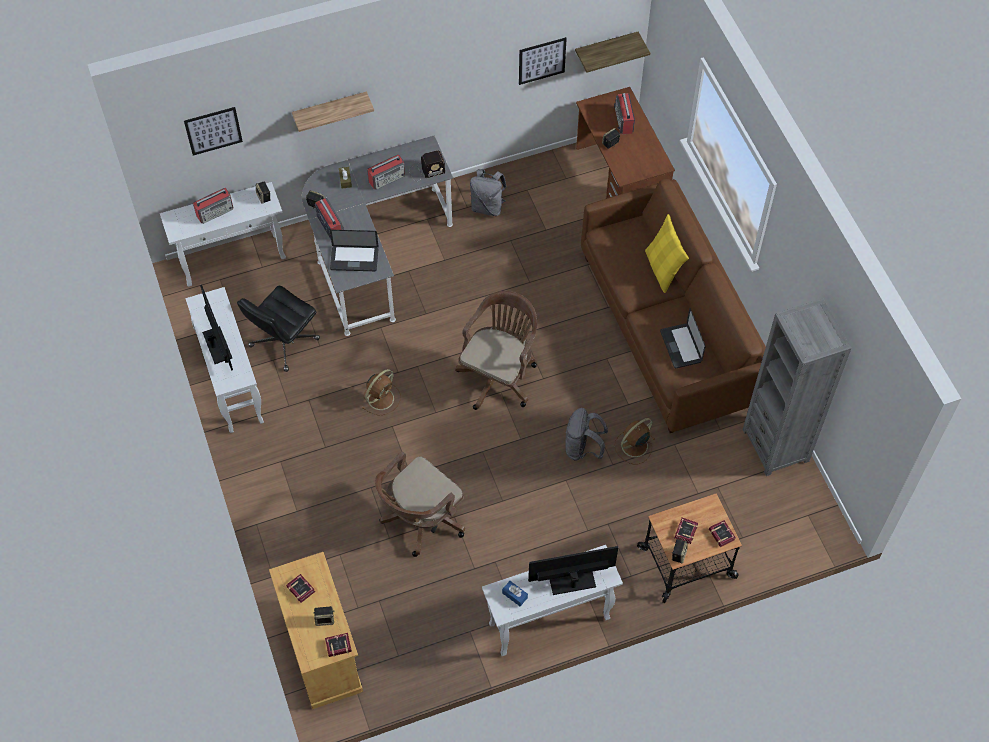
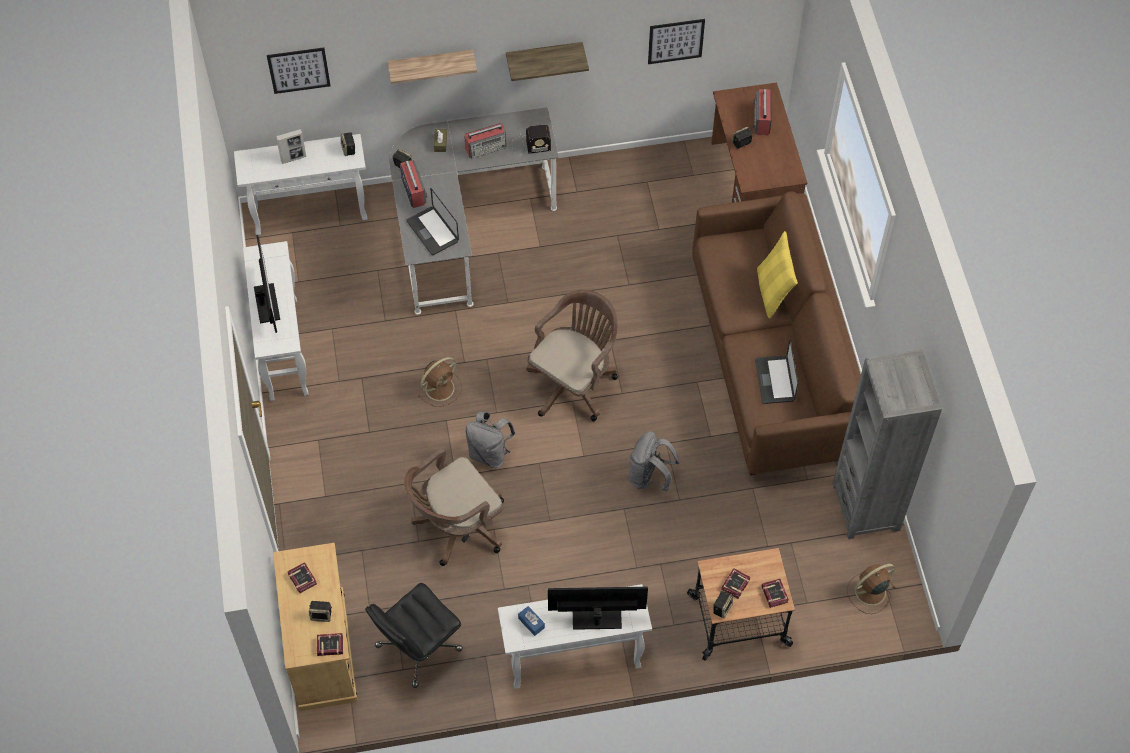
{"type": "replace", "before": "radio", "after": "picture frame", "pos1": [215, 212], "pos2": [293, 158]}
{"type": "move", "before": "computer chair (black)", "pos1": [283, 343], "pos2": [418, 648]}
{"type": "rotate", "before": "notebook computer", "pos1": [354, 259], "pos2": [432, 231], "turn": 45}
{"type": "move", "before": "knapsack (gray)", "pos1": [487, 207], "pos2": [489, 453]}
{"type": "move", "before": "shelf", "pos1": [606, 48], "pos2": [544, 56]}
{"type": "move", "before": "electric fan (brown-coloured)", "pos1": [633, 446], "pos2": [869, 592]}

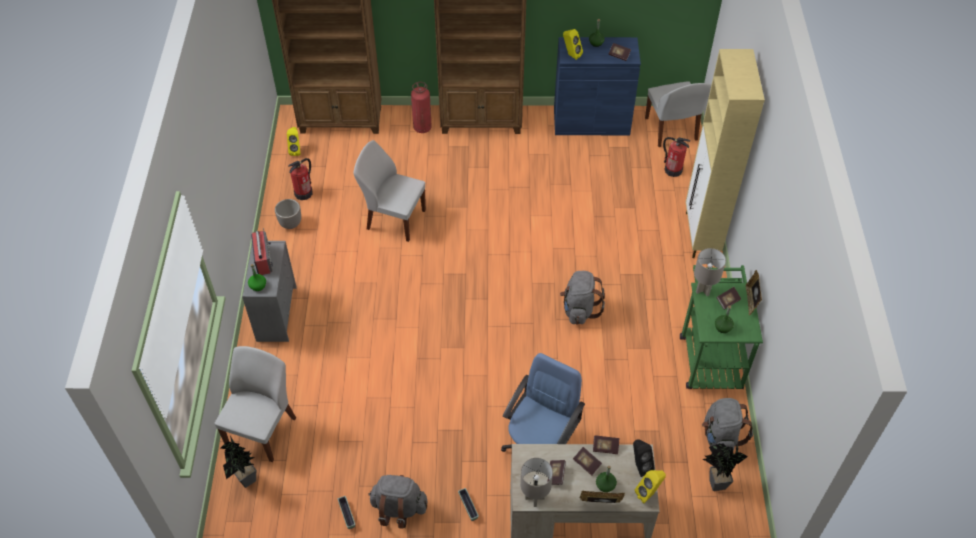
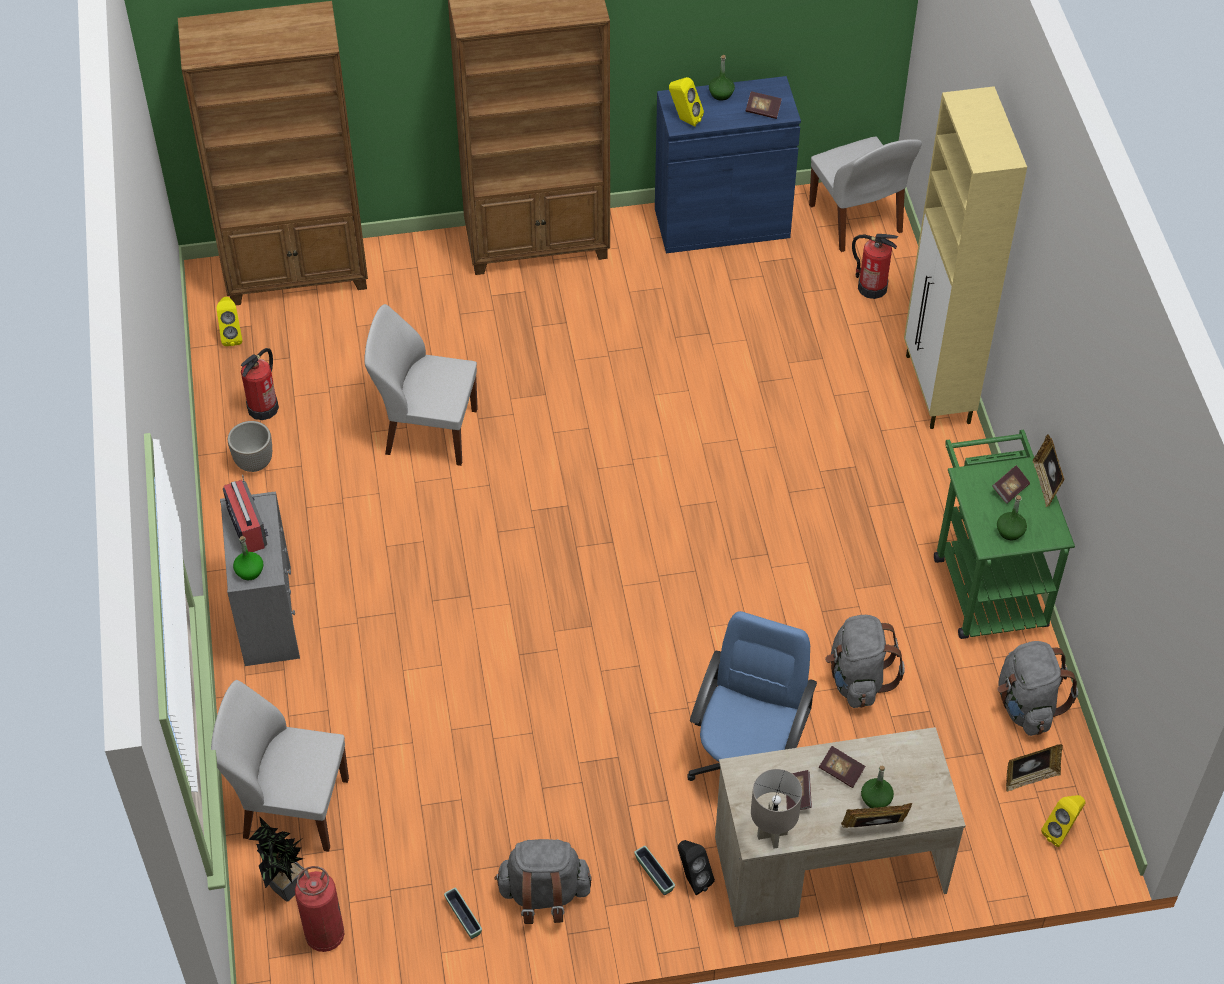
{"type": "rotate", "before": "chair (white-coloured)", "pos1": [262, 430], "pos2": [292, 807], "turn": -90}
{"type": "move", "before": "fire extinguisher", "pos1": [422, 128], "pos2": [325, 935]}
{"type": "move", "before": "loudspeaker (black)", "pos1": [639, 466], "pos2": [692, 879]}
{"type": "move", "before": "knapsack (gray)", "pos1": [579, 309], "pos2": [858, 679]}
{"type": "replace", "before": "potted plant", "after": "picture frame", "pos1": [714, 483], "pos2": [1030, 778]}
{"type": "move", "before": "loudspeaker (yellow)", "pos1": [649, 493], "pos2": [1061, 832]}
{"type": "delete", "before": "volume", "pos1": [605, 447]}
{"type": "delete", "before": "lamp for a table (gray)", "pos1": [703, 289]}

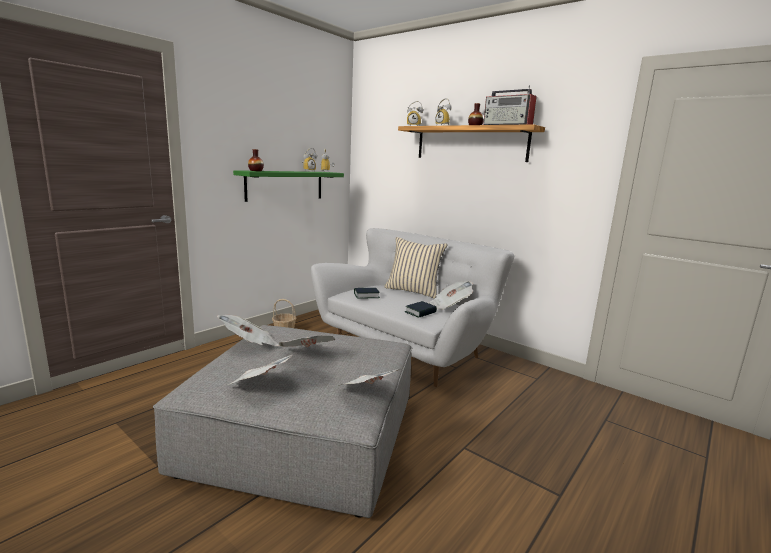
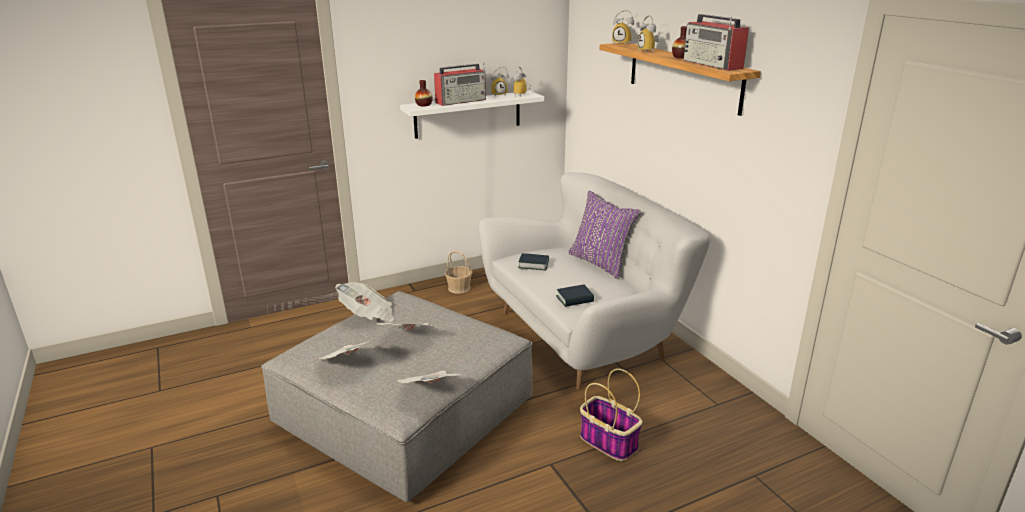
{"type": "recolor", "before": "shelf (greenish)", "after": "shelf (white-coloured)", "pos1": [285, 185], "pos2": [468, 114]}
{"type": "insert", "after": "radio", "pos2": [461, 101]}
{"type": "recolor", "before": "throw pillow (beige)", "after": "throw pillow (purplish)", "pos1": [413, 291], "pos2": [601, 263]}
{"type": "insert", "after": "basket", "pos2": [607, 442]}
{"type": "delete", "before": "newspaper", "pos1": [448, 306]}

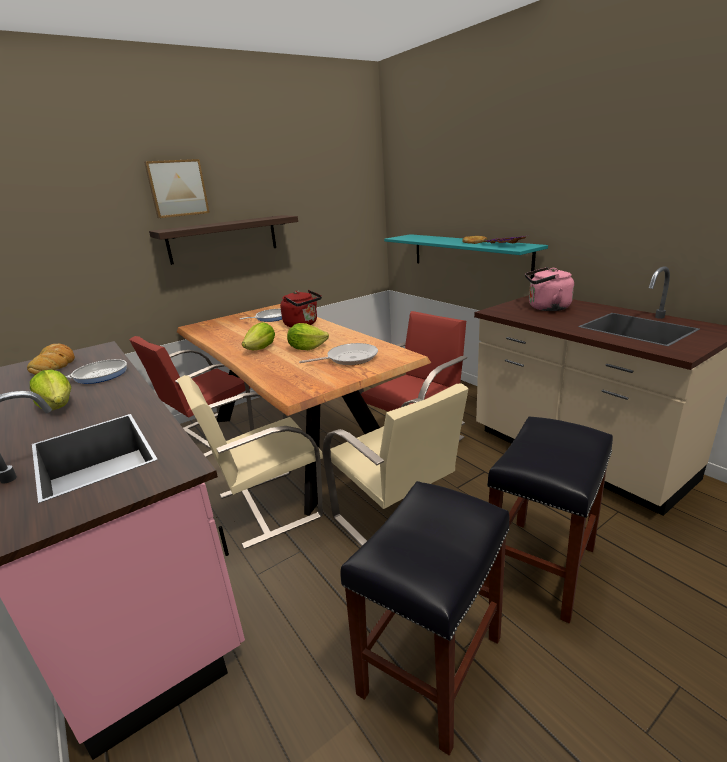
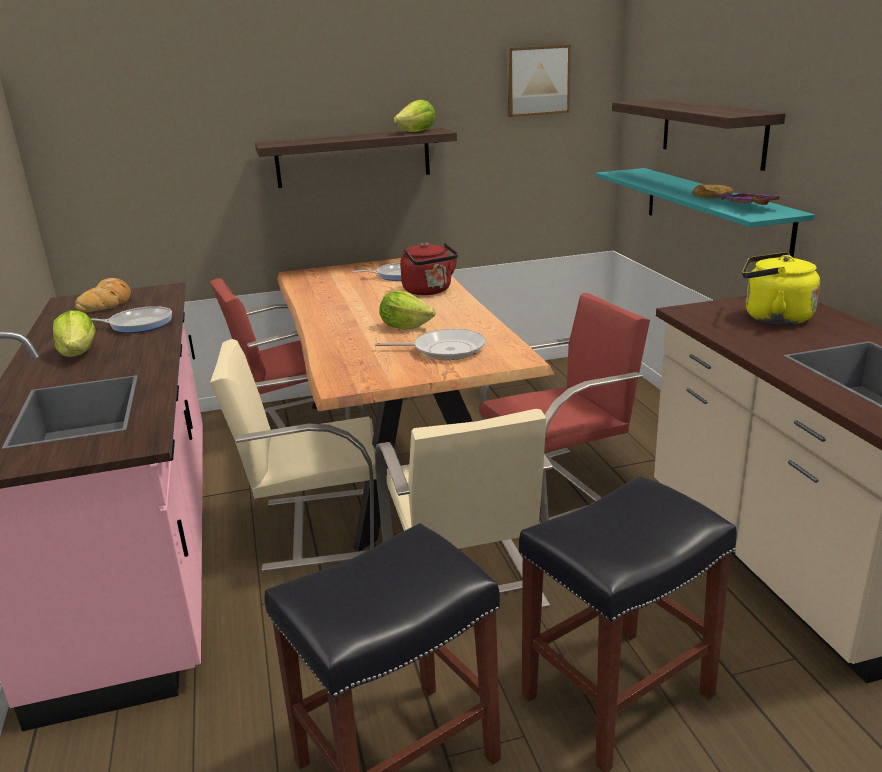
{"type": "move", "before": "lettuce", "pos1": [261, 349], "pos2": [417, 132]}
{"type": "move", "before": "wall picture", "pos1": [177, 188], "pos2": [537, 80]}
{"type": "insert", "after": "shelf", "pos2": [712, 132]}
{"type": "recolor", "before": "tea kettle (pink-coloured)", "after": "tea kettle (yellow)", "pos1": [546, 308], "pos2": [772, 318]}

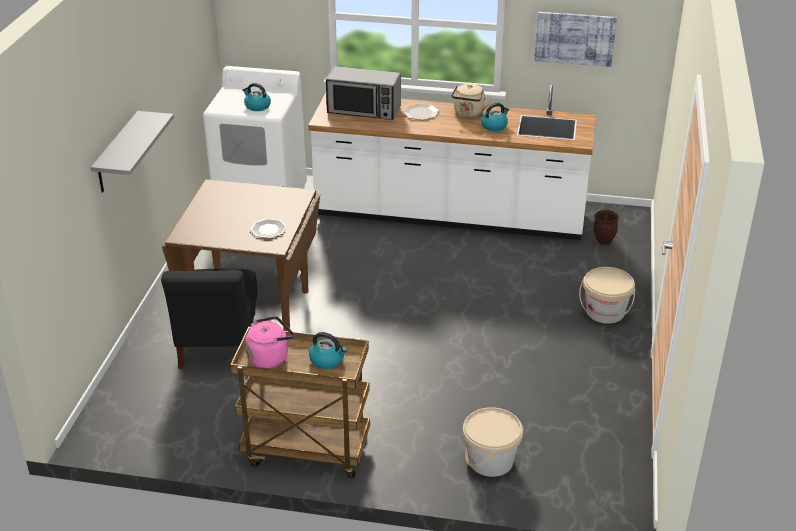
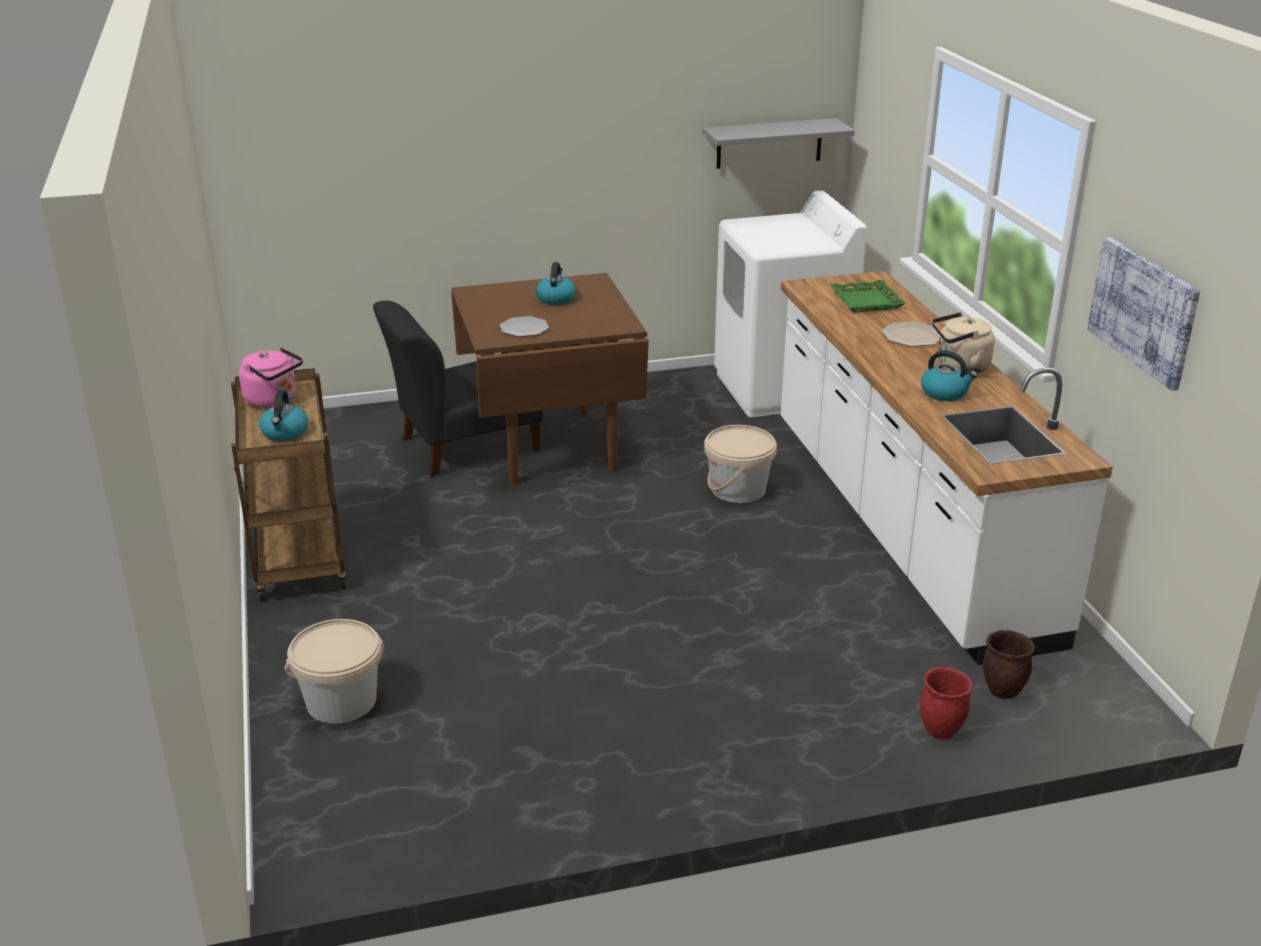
{"type": "move", "before": "tea kettle", "pos1": [257, 106], "pos2": [556, 298]}
{"type": "move", "before": "shelf (gray)", "pos1": [117, 153], "pos2": [769, 143]}
{"type": "move", "before": "pail (beige)", "pos1": [605, 312], "pos2": [738, 489]}
{"type": "replace", "before": "kitchen microwave", "after": "serving tray (greenish)", "pos1": [364, 110], "pos2": [866, 301]}
{"type": "insert", "after": "flower pot (reddish)", "pos2": [941, 730]}

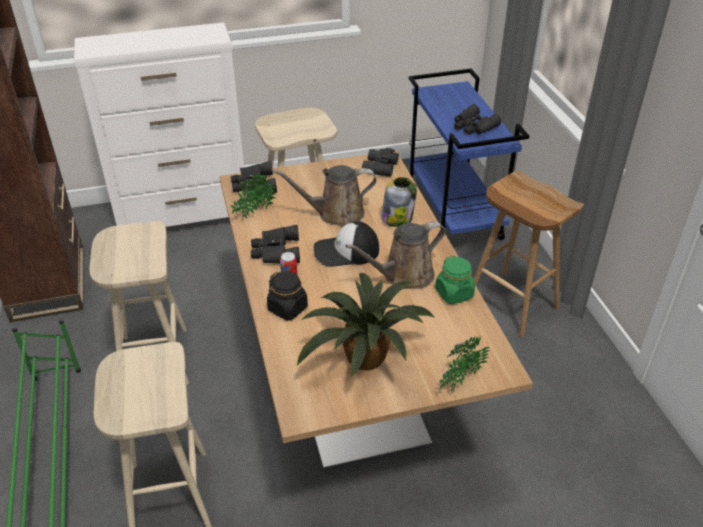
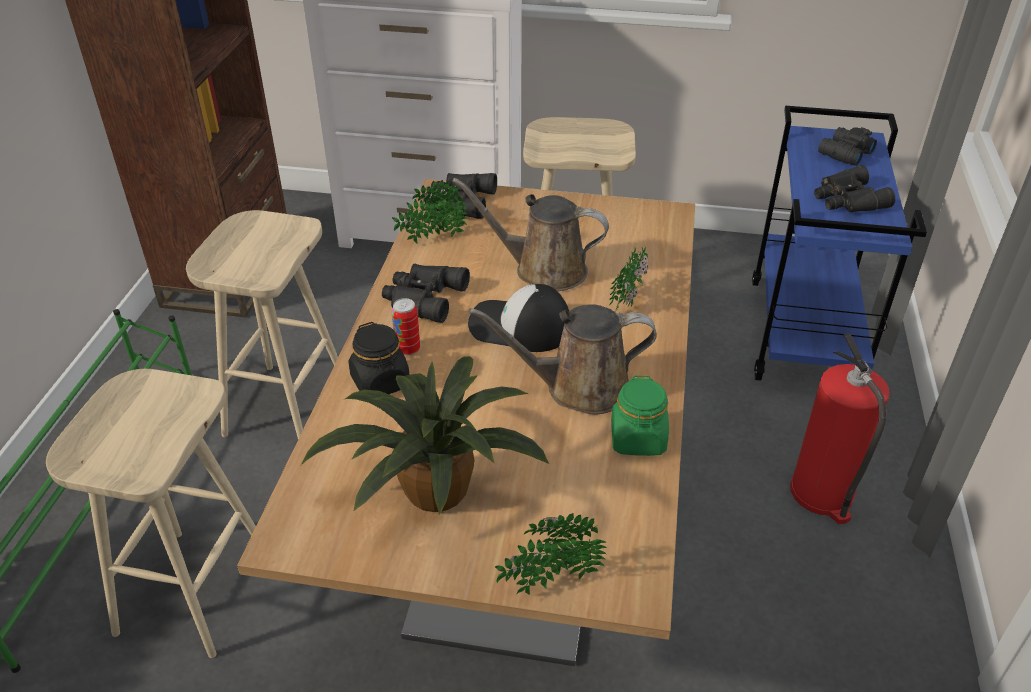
{"type": "replace", "before": "preserve jar", "after": "potted plant", "pos1": [397, 218], "pos2": [628, 300]}
{"type": "replace", "before": "stool (brown-coloured)", "after": "fire extinguisher", "pos1": [510, 303], "pos2": [822, 494]}
{"type": "move", "before": "binoculars (black)", "pos1": [379, 168], "pos2": [843, 153]}

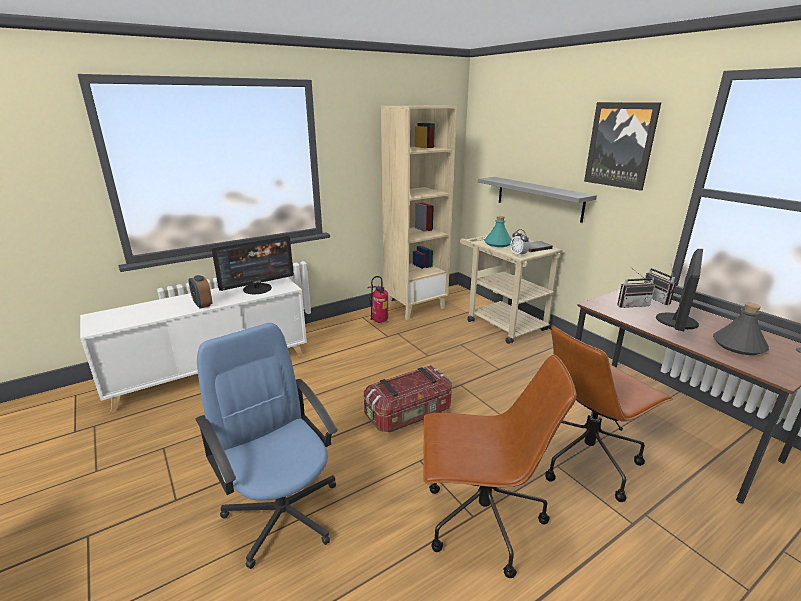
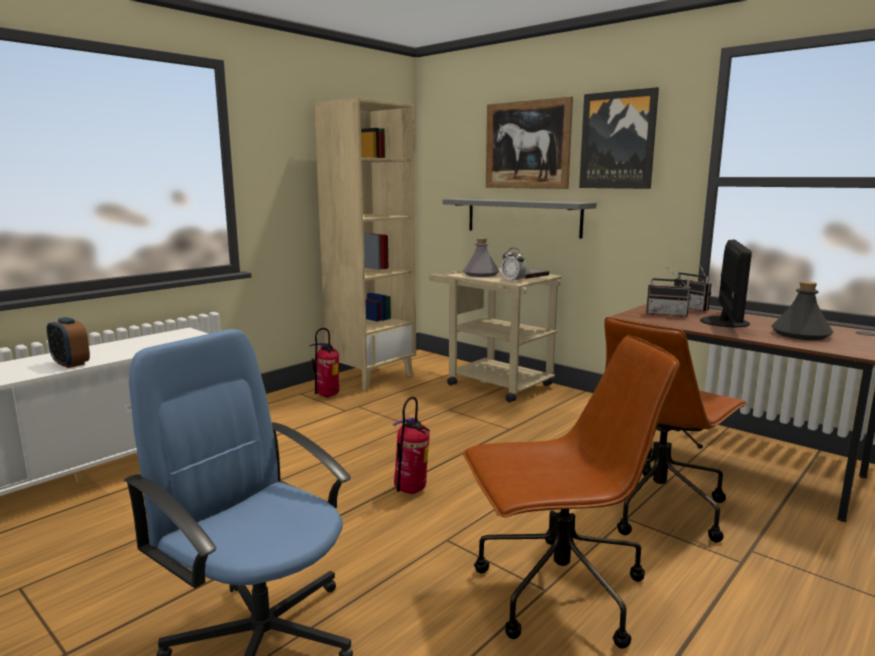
{"type": "replace", "before": "storage bin", "after": "fire extinguisher", "pos1": [409, 414], "pos2": [411, 491]}
{"type": "recolor", "before": "bottle (blue-green)", "after": "bottle (gray)", "pos1": [498, 244], "pos2": [481, 274]}
{"type": "insert", "after": "wall picture", "pos2": [527, 145]}
{"type": "rotate", "before": "radio", "pos1": [631, 304], "pos2": [667, 314], "turn": 45}
{"type": "delete", "before": "computer display", "pos1": [258, 289]}

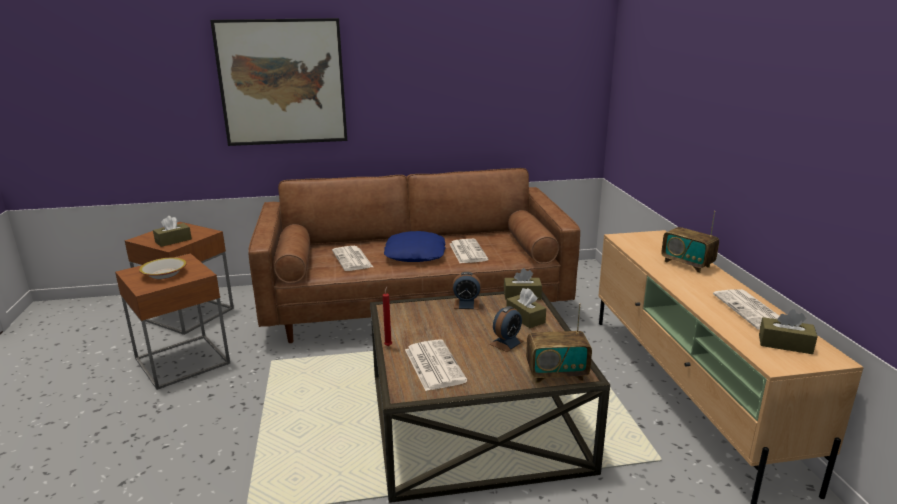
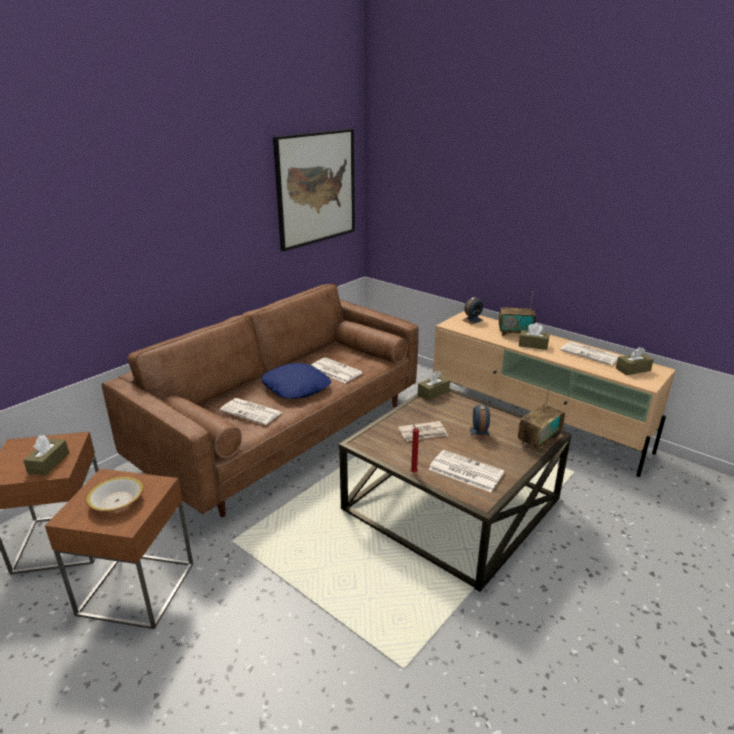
{"type": "move", "before": "wall picture", "pos1": [282, 82], "pos2": [315, 188]}
{"type": "insert", "after": "newspaper", "pos2": [423, 433]}
{"type": "move", "before": "table clock", "pos1": [466, 304], "pos2": [472, 320]}
{"type": "move", "before": "tissue box (brown-coloured)", "pos1": [525, 318], "pos2": [533, 345]}

